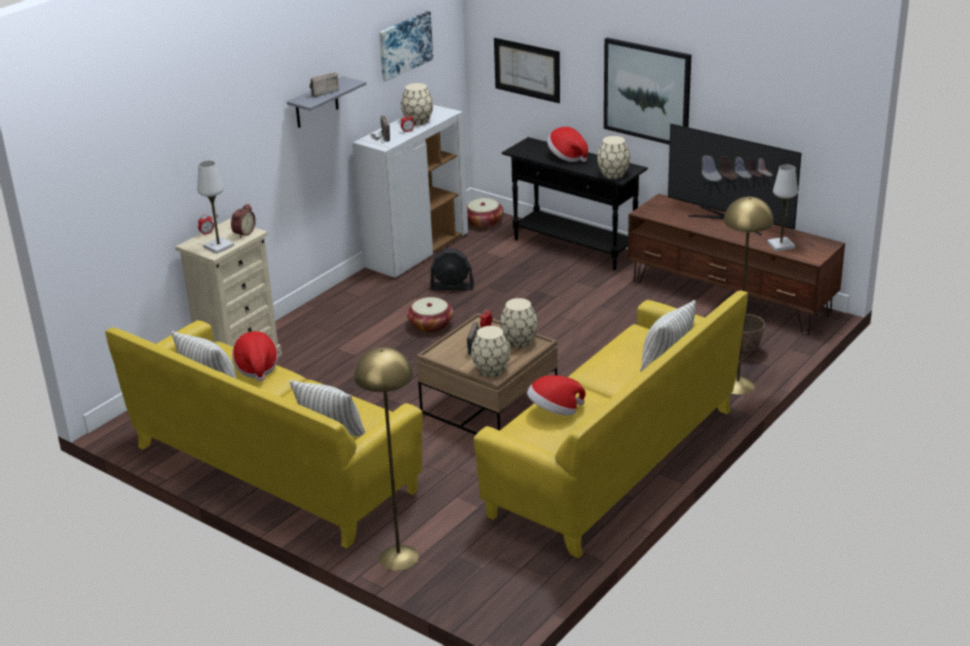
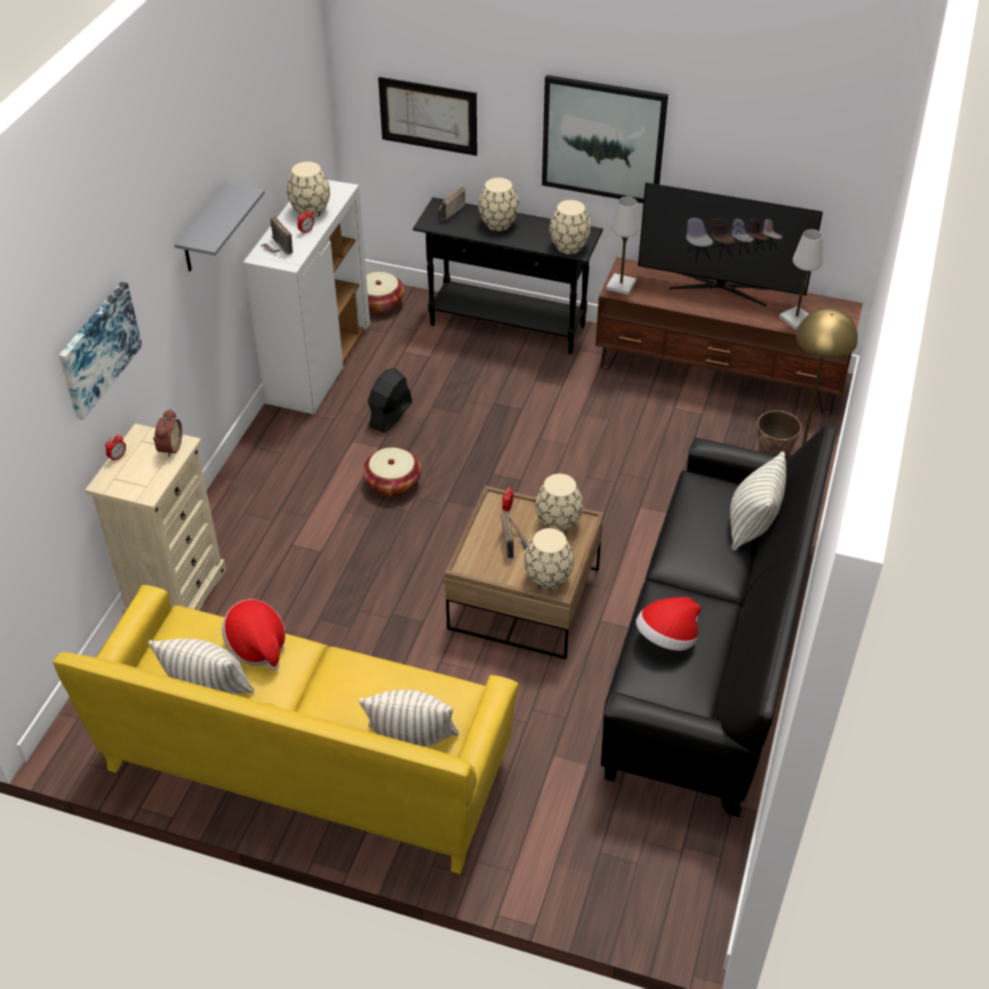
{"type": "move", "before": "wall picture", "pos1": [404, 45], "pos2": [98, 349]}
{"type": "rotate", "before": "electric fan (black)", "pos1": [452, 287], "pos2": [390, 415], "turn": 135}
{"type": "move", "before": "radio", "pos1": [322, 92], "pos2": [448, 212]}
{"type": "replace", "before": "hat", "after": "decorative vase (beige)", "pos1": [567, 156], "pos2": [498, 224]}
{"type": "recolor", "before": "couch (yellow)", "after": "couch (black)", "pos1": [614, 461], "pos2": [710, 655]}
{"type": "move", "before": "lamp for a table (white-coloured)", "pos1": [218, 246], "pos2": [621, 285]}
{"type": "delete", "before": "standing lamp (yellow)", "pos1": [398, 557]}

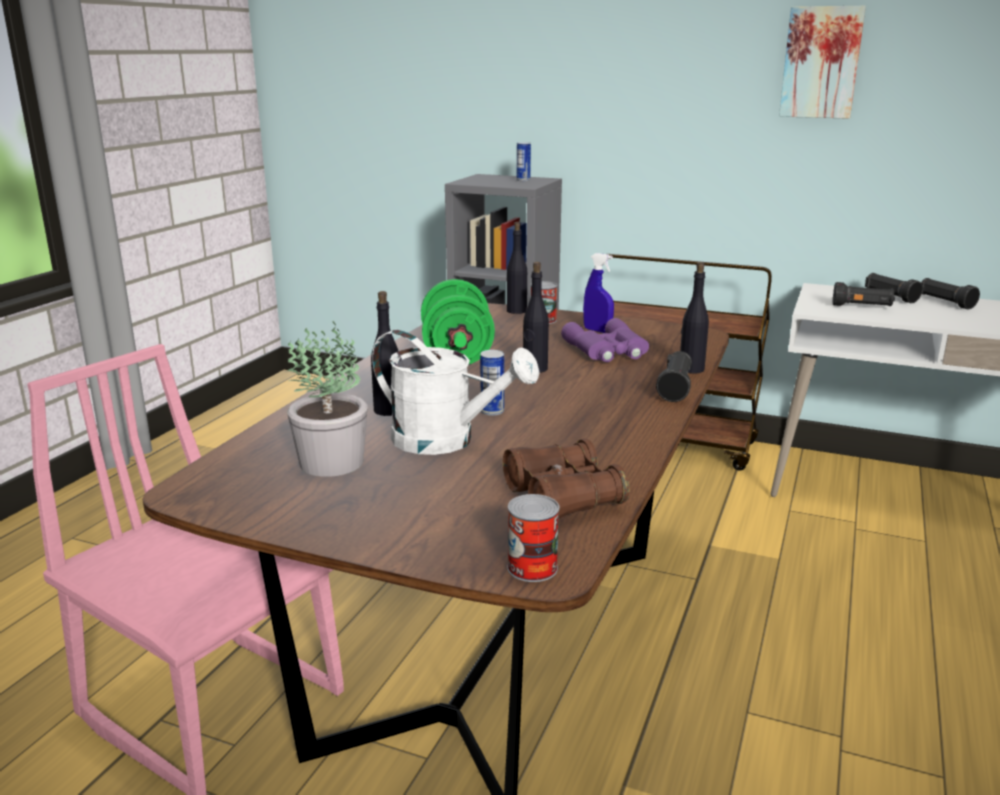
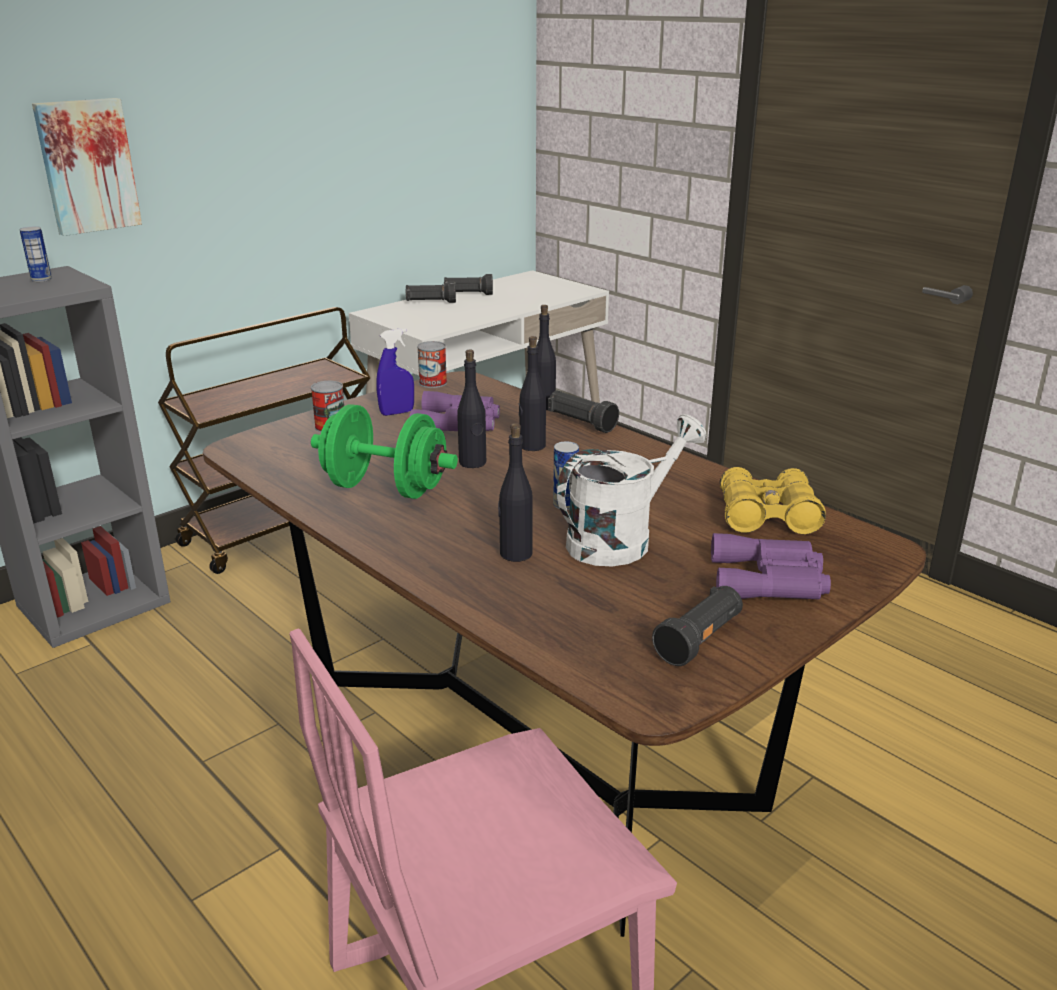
{"type": "move", "before": "wall picture", "pos1": [821, 62], "pos2": [87, 166]}
{"type": "move", "before": "metal can", "pos1": [532, 568], "pos2": [433, 383]}
{"type": "move", "before": "bottle (black)", "pos1": [516, 311], "pos2": [532, 446]}
{"type": "move", "before": "hand torch (black)", "pos1": [861, 307], "pos2": [699, 640]}
{"type": "insert", "after": "binoculars (purplish)", "pos2": [771, 580]}
{"type": "recolor", "before": "binoculars (brown-coloured)", "after": "binoculars (yellow)", "pos1": [562, 497], "pos2": [767, 516]}
{"type": "delete", "before": "potted plant", "pos1": [331, 461]}

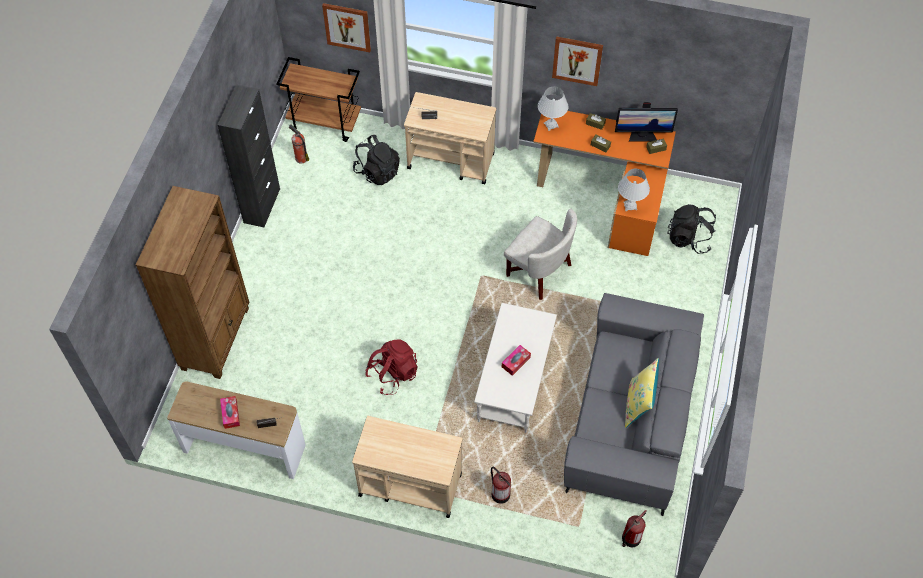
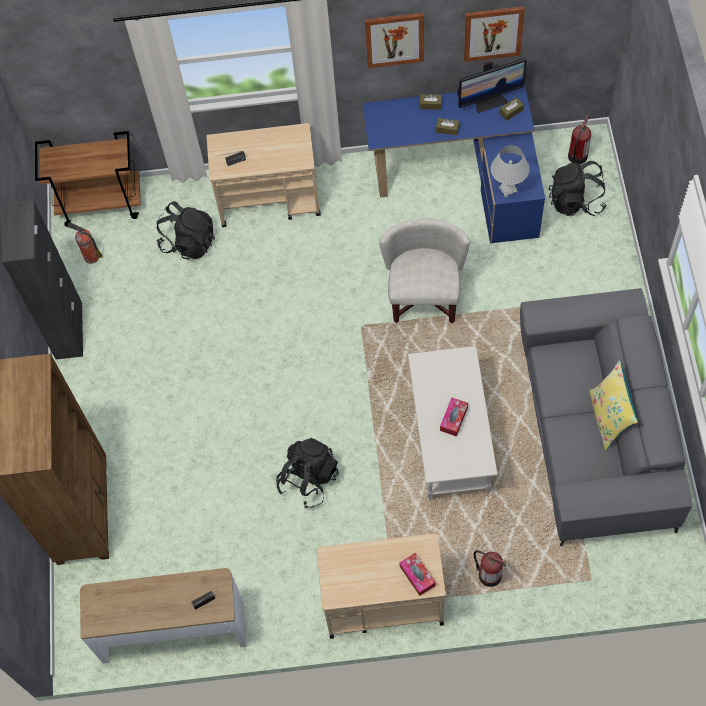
{"type": "recolor", "before": "knapsack (reddish)", "after": "knapsack (black)", "pos1": [393, 374], "pos2": [309, 479]}
{"type": "recolor", "before": "desk table (orange-coloured)", "after": "desk table (blue)", "pos1": [608, 194], "pos2": [464, 179]}
{"type": "rotate", "before": "lounge chair (white-coloured)", "pos1": [539, 271], "pos2": [424, 298], "turn": -105}
{"type": "move", "before": "tissue box", "pos1": [230, 414], "pos2": [417, 576]}
{"type": "move", "before": "wall picture", "pos1": [347, 27], "pos2": [493, 33]}
{"type": "move", "before": "fire extinguisher", "pos1": [630, 539], "pos2": [577, 157]}
{"type": "delete", "before": "lamp for a table (white-coloured)", "pos1": [551, 125]}

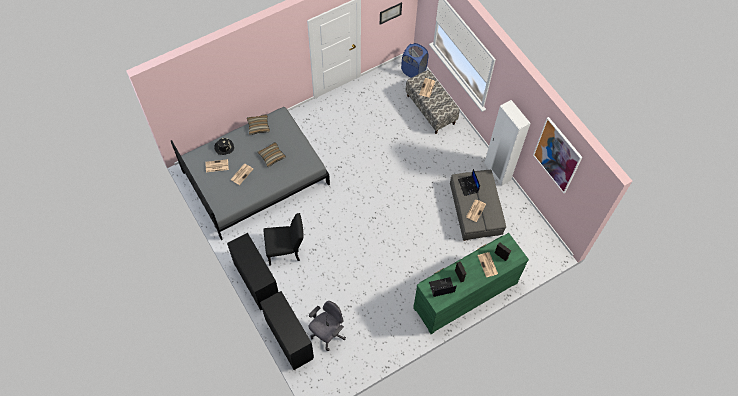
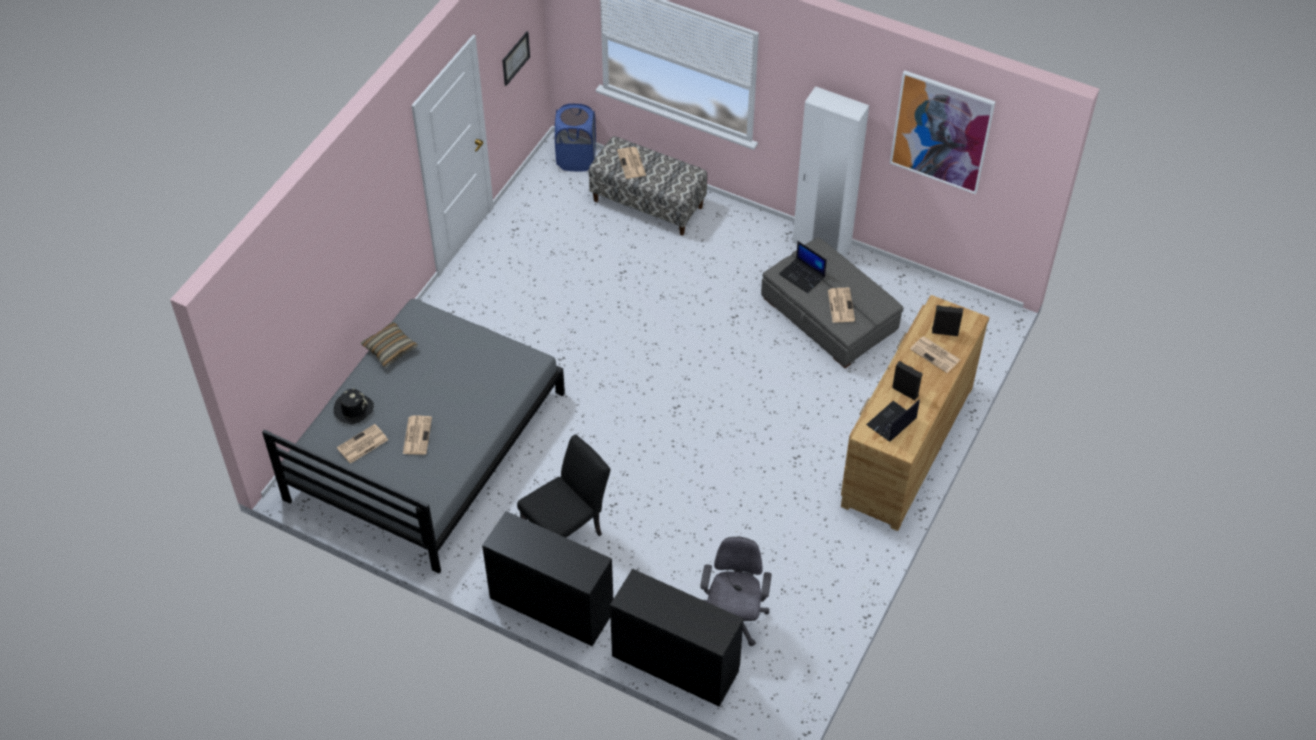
{"type": "recolor", "before": "dresser (greenish)", "after": "dresser (brown-coloured)", "pos1": [464, 295], "pos2": [906, 446]}
{"type": "delete", "before": "throw pillow", "pos1": [272, 156]}

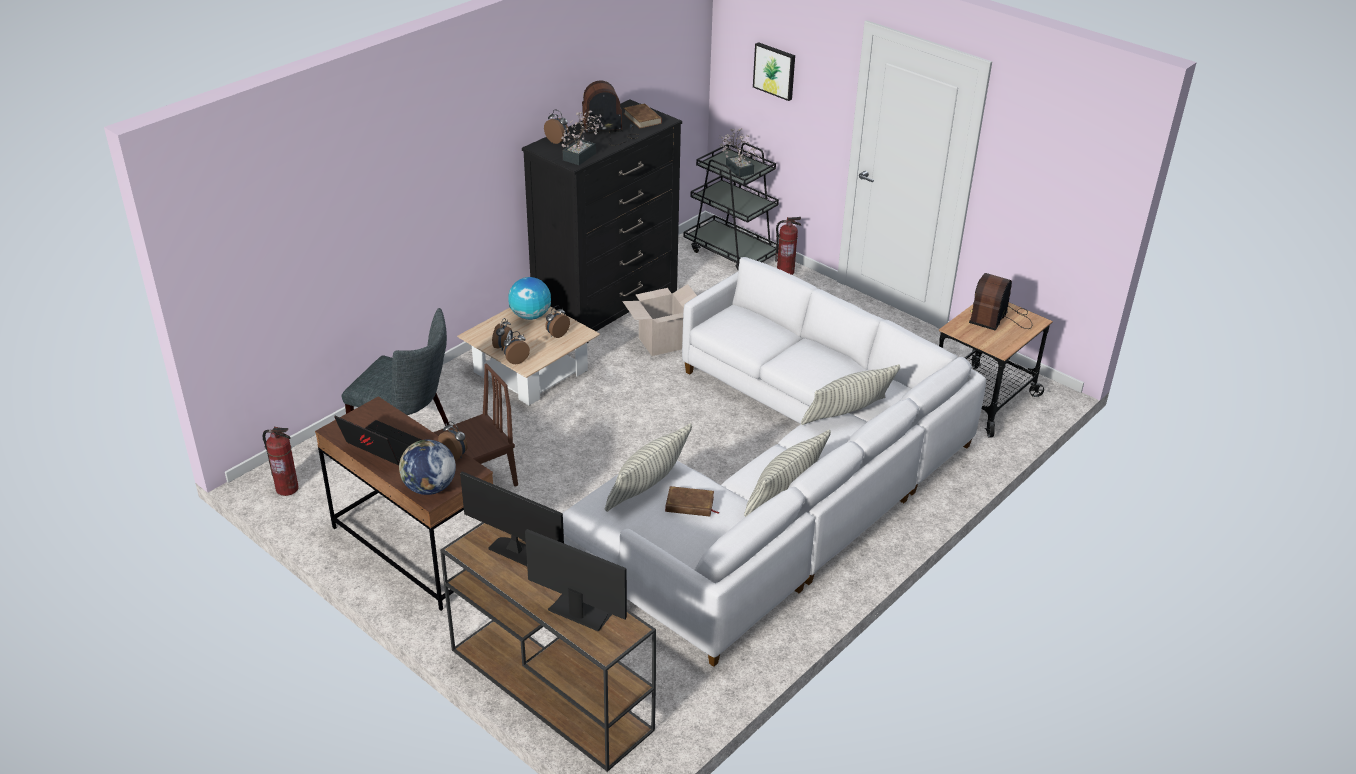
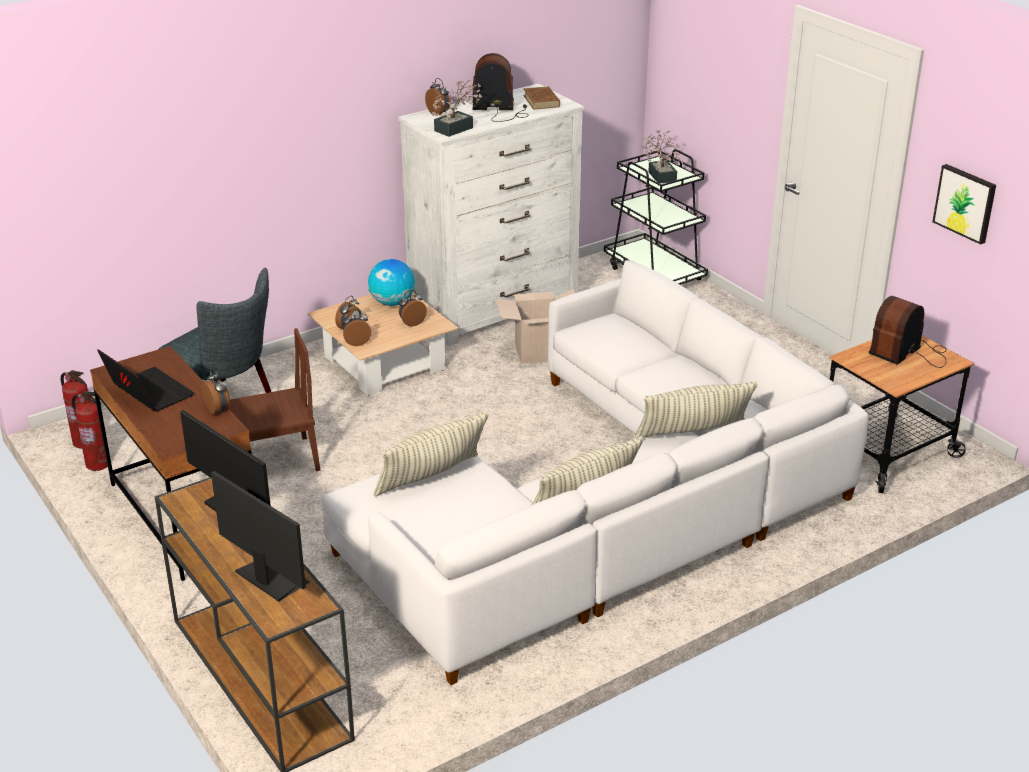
{"type": "move", "before": "fire extinguisher", "pos1": [785, 271], "pos2": [98, 464]}
{"type": "recolor", "before": "dresser (black)", "after": "dresser (white-coloured)", "pos1": [606, 305], "pos2": [494, 309]}
{"type": "move", "before": "wall picture", "pos1": [775, 70], "pos2": [965, 203]}
{"type": "delete", "before": "desk globe", "pos1": [429, 488]}
{"type": "delete", "before": "volume (brown-coloured)", "pos1": [690, 505]}

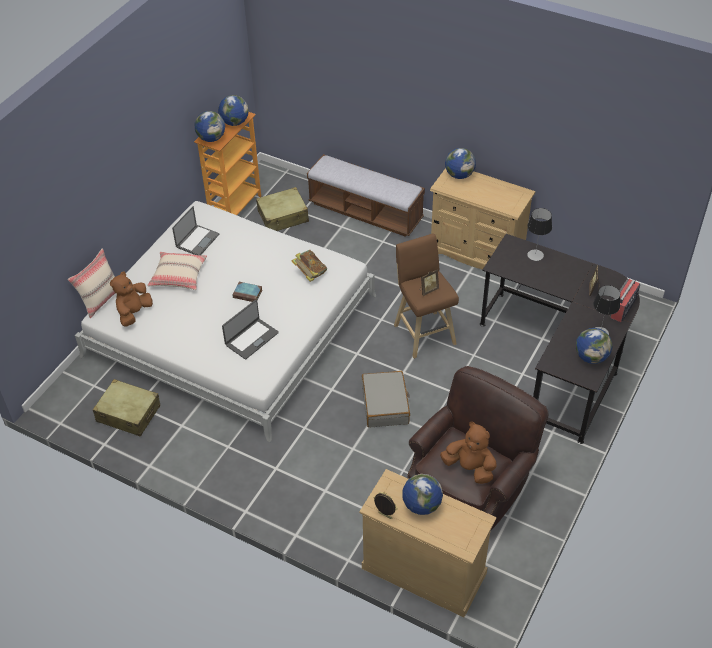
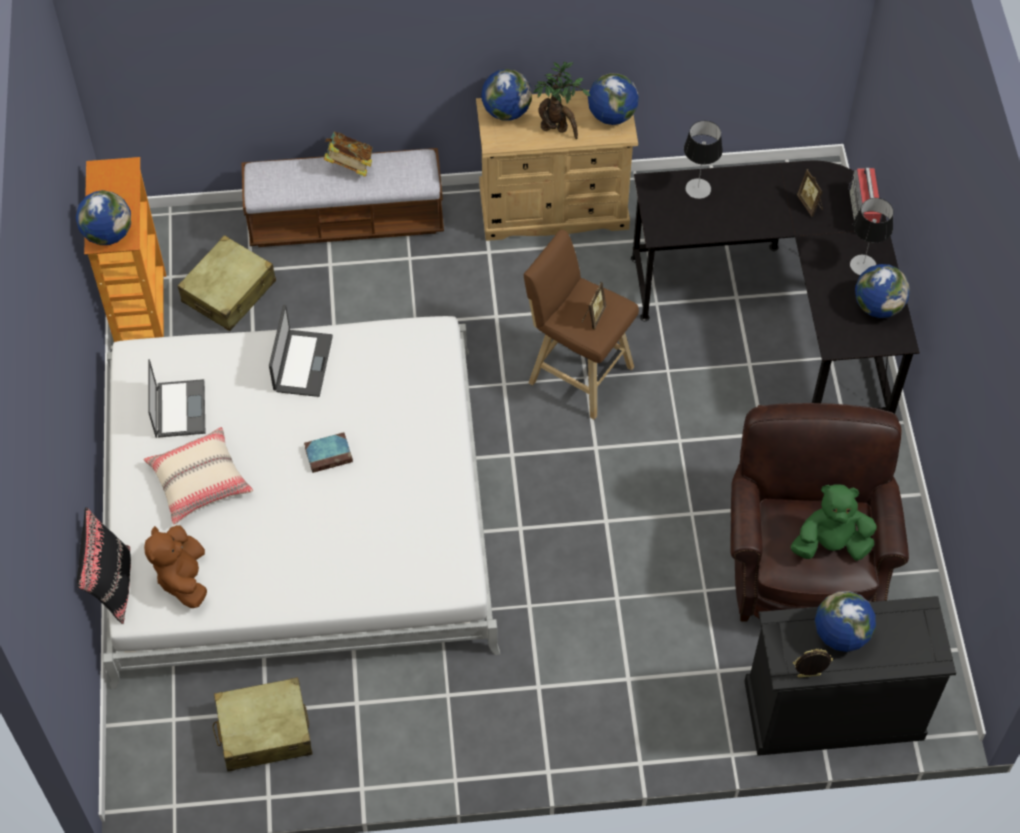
{"type": "recolor", "before": "throw pillow (beige)", "after": "throw pillow (black)", "pos1": [101, 299], "pos2": [112, 584]}
{"type": "move", "before": "notebook computer", "pos1": [251, 338], "pos2": [302, 363]}
{"type": "move", "before": "volume", "pos1": [310, 273], "pos2": [349, 166]}
{"type": "insert", "after": "potted plant", "pos2": [557, 129]}
{"type": "move", "before": "desk globe", "pos1": [234, 122], "pos2": [611, 116]}
{"type": "recolor", "before": "dresser (beige)", "after": "dresser (black)", "pos1": [424, 570], "pos2": [833, 709]}
{"type": "recolor", "before": "plush toy (brown-coloured)", "after": "plush toy (greenish)", "pos1": [470, 468], "pos2": [831, 544]}
{"type": "delete", "before": "suitcase (gray)", "pos1": [385, 405]}

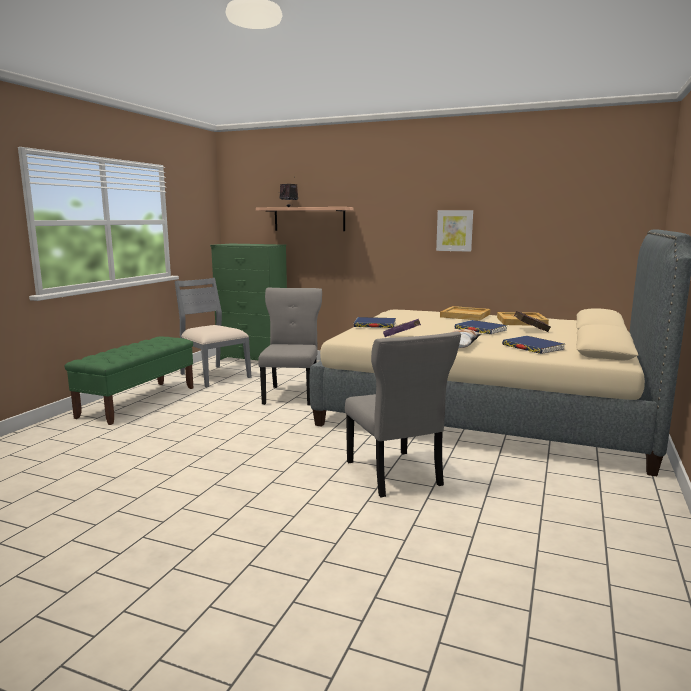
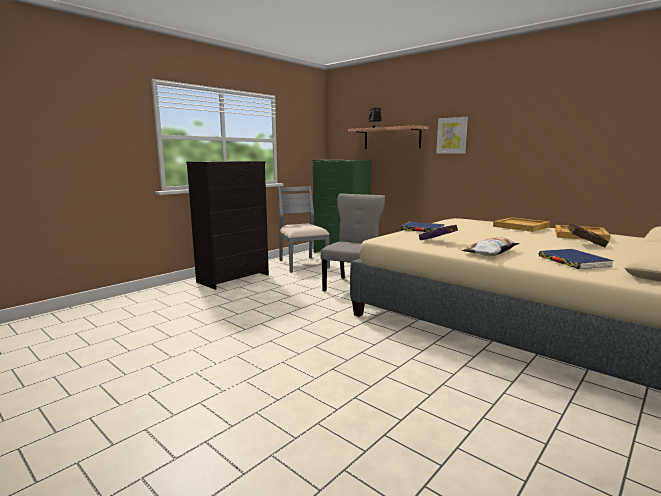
{"type": "replace", "before": "indoor bench (greenish)", "after": "dresser (black)", "pos1": [138, 402], "pos2": [234, 278]}
{"type": "move", "before": "wall picture", "pos1": [454, 230], "pos2": [452, 135]}
{"type": "delete", "before": "chair (gray)", "pos1": [395, 475]}
{"type": "delete", "before": "volume (blue)", "pos1": [480, 330]}

